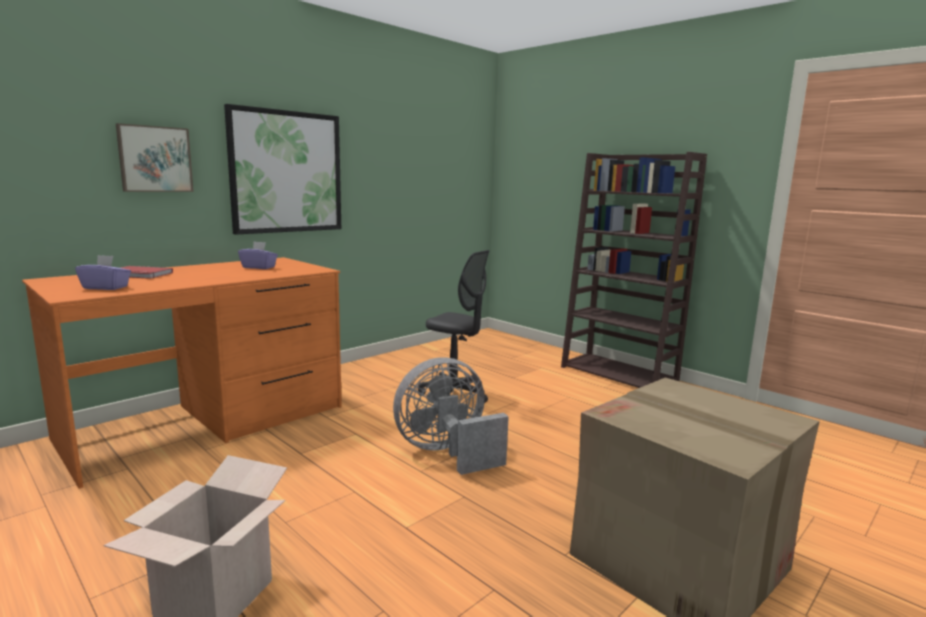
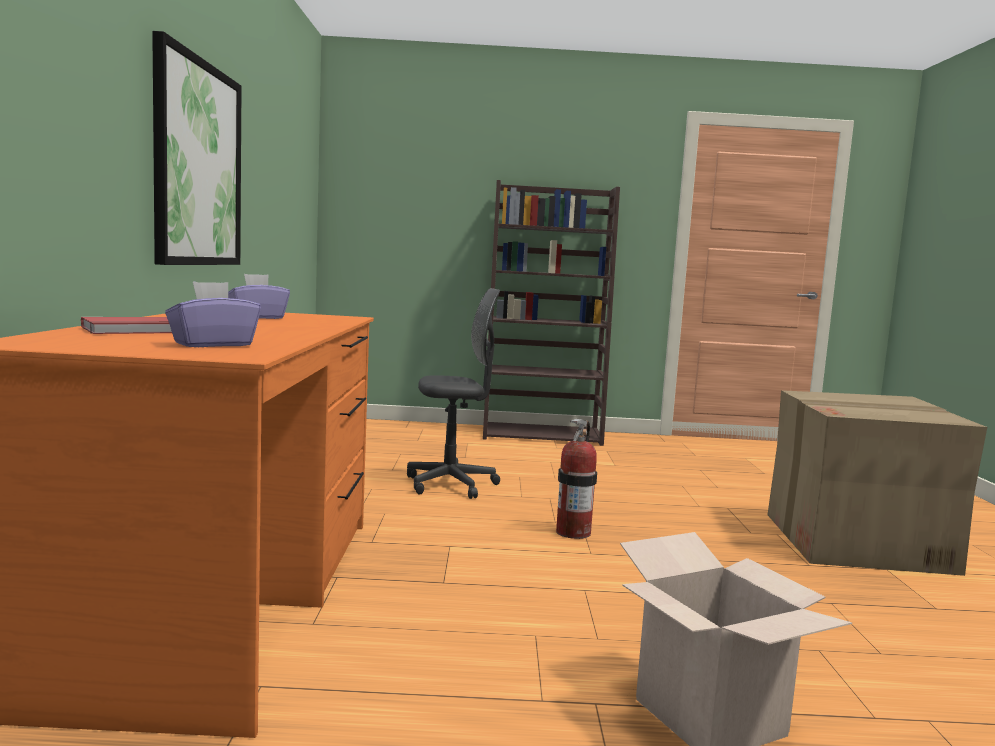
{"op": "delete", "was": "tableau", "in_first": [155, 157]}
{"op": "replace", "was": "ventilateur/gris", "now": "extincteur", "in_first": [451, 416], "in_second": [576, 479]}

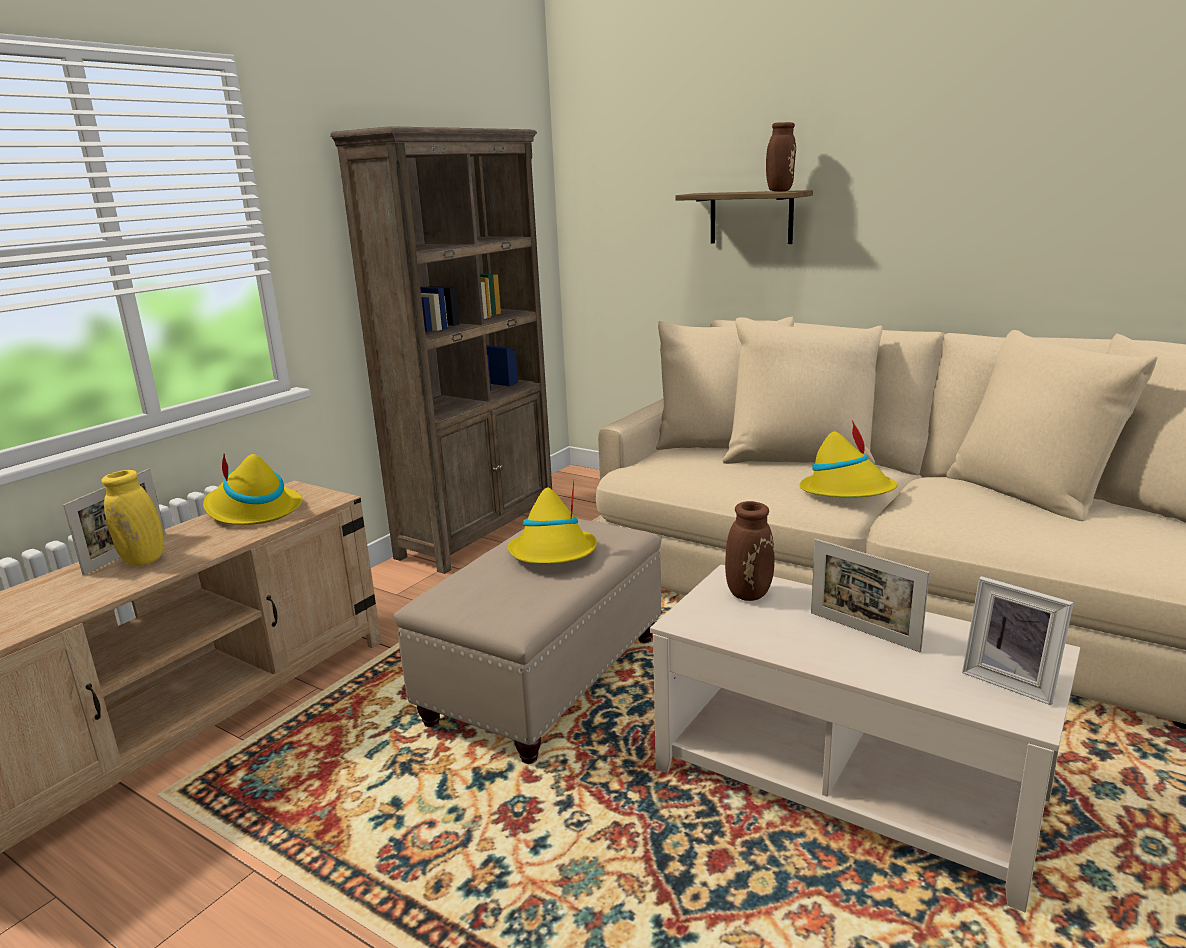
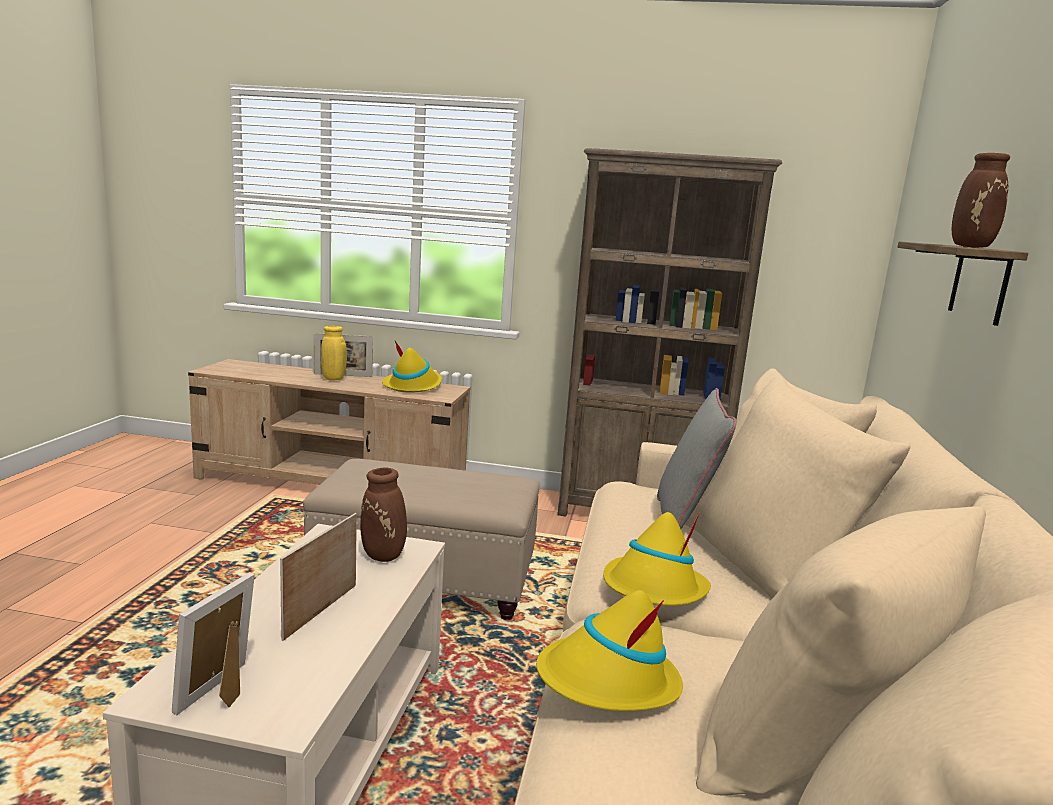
{"op": "move", "was": "chapeau/jaune", "in_first": [552, 522], "in_second": [609, 650]}
{"op": "insert", "now": "coussin/gris", "in_second": [697, 458]}

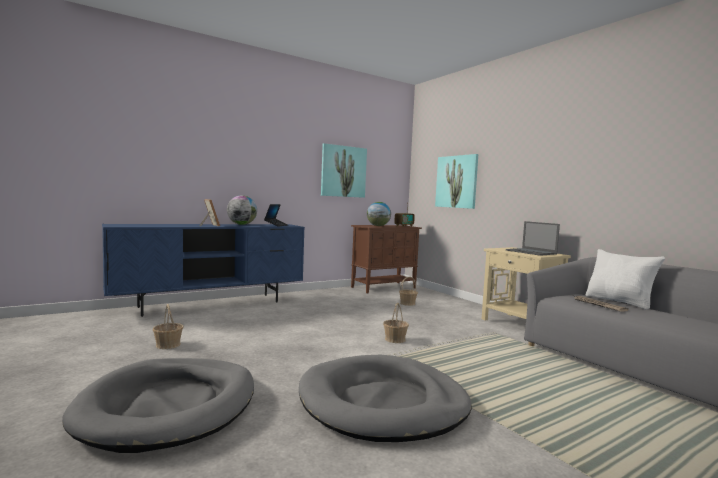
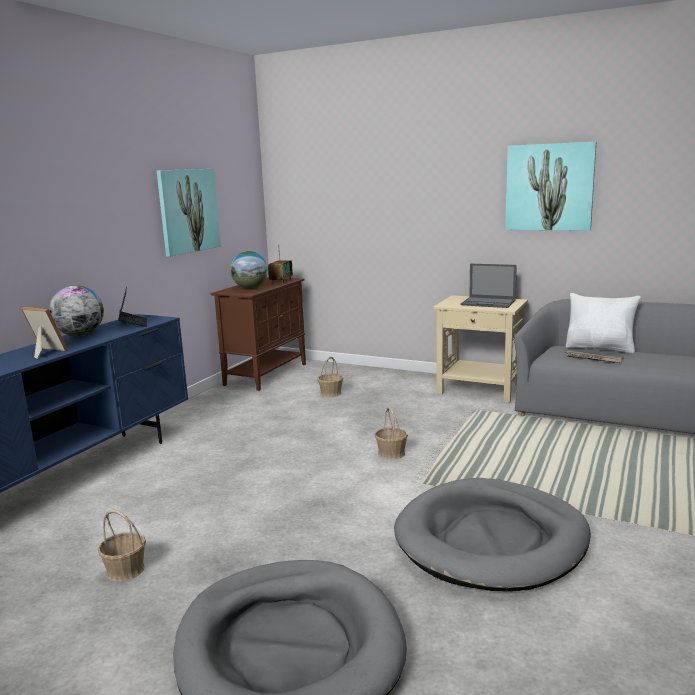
{"op": "move", "was": "tableau", "in_first": [456, 181], "in_second": [550, 186]}

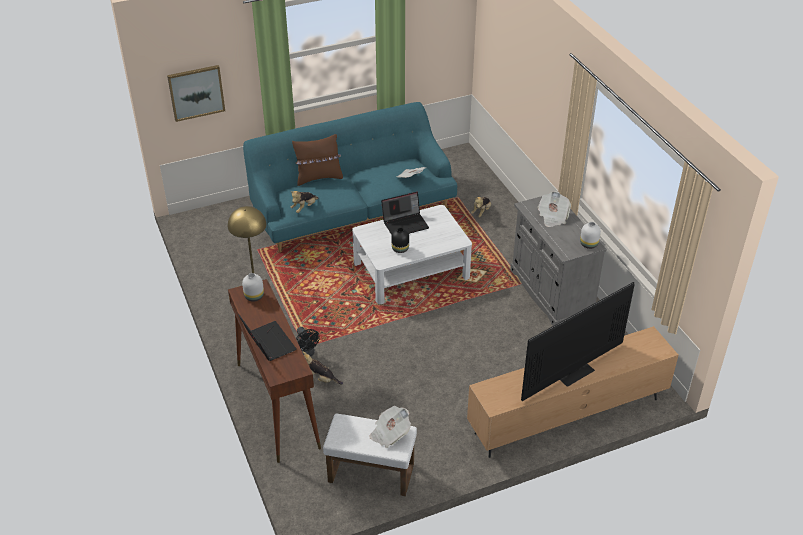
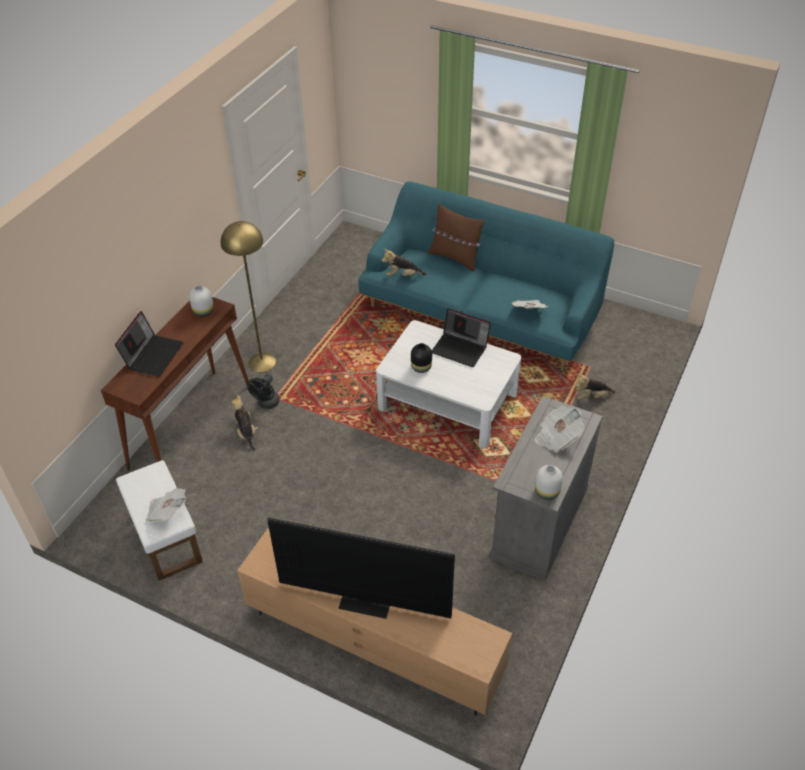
{"op": "delete", "was": "tableau", "in_first": [196, 93]}

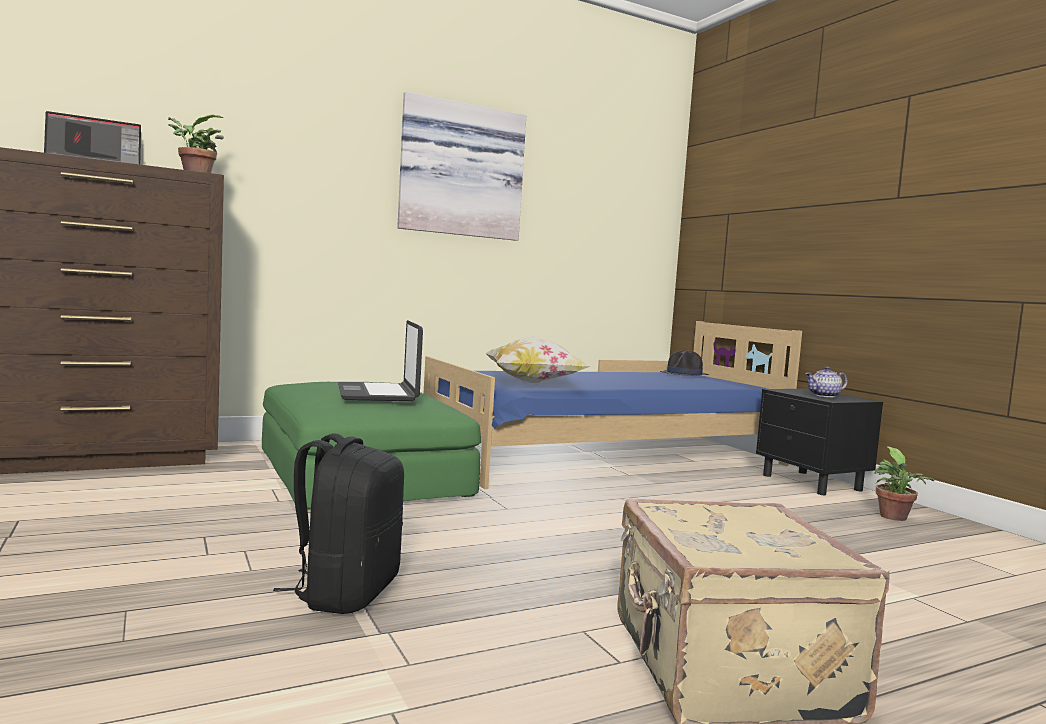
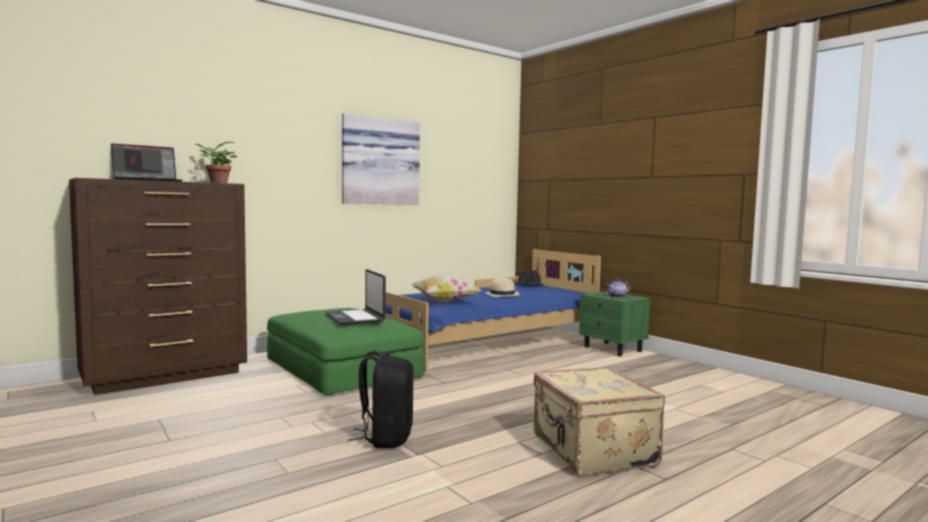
{"op": "recolor", "was": "table de chevet/noir", "now": "table de chevet/vert", "in_first": [819, 442], "in_second": [615, 323]}
{"op": "delete", "was": "plante en pot", "in_first": [904, 483]}
{"op": "insert", "now": "chapeau/beige", "in_second": [502, 287]}

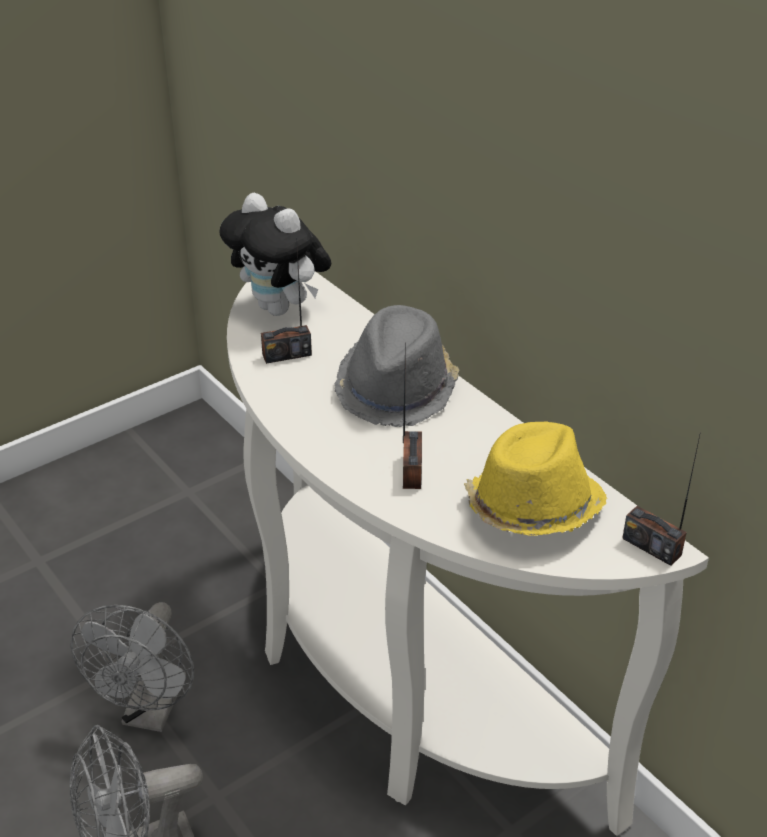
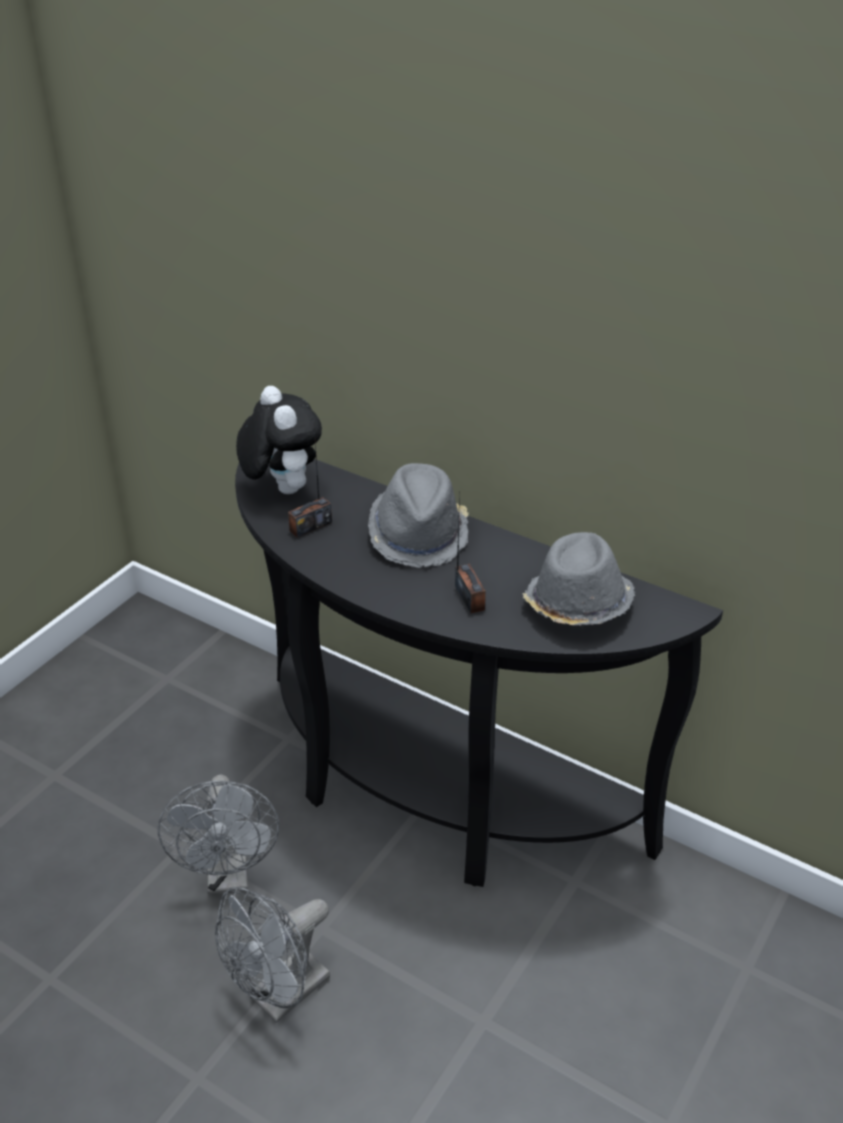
{"op": "rotate", "was": "peluche", "in_first": [275, 254], "in_second": [279, 440], "clockwise": -135}
{"op": "recolor", "was": "table console/blanc", "now": "table console/noir", "in_first": [468, 554], "in_second": [479, 673]}
{"op": "recolor", "was": "chapeau/jaune", "now": "chapeau/gris", "in_first": [535, 479], "in_second": [578, 579]}
{"op": "delete", "was": "radio", "in_first": [661, 499]}

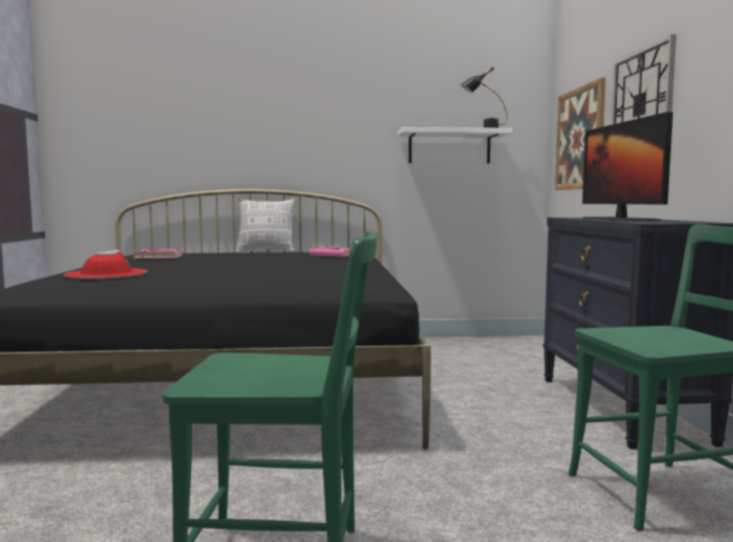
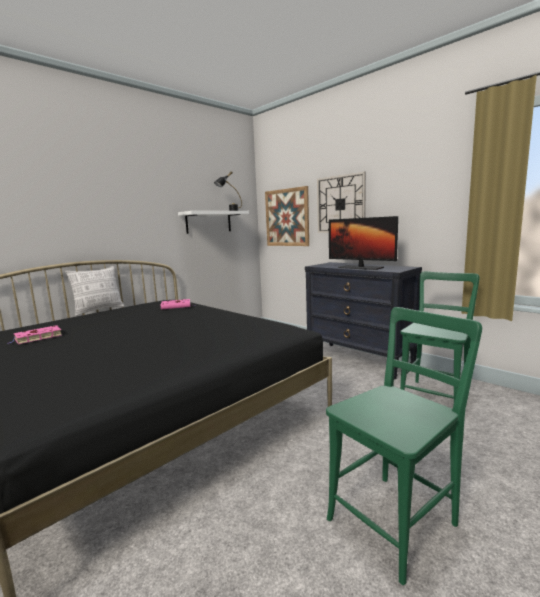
{"op": "delete", "was": "chapeau/rouge", "in_first": [106, 264]}

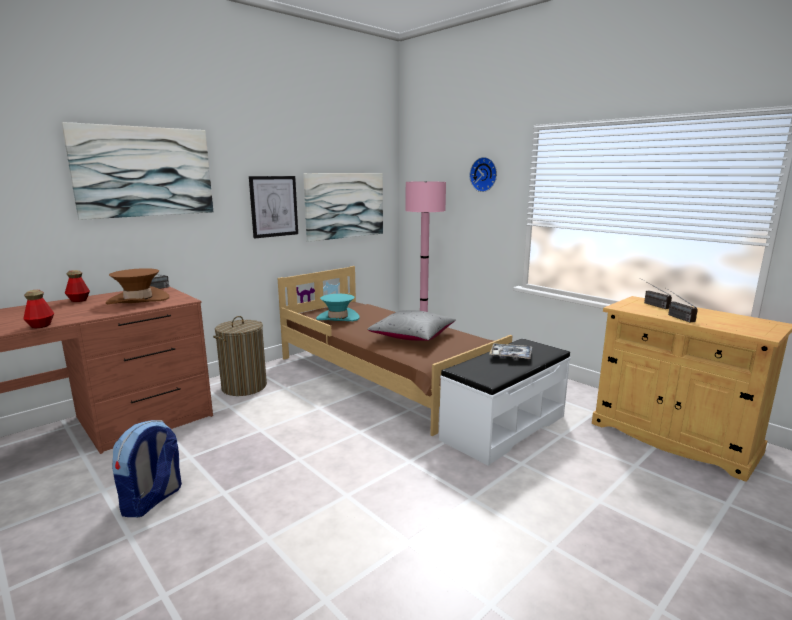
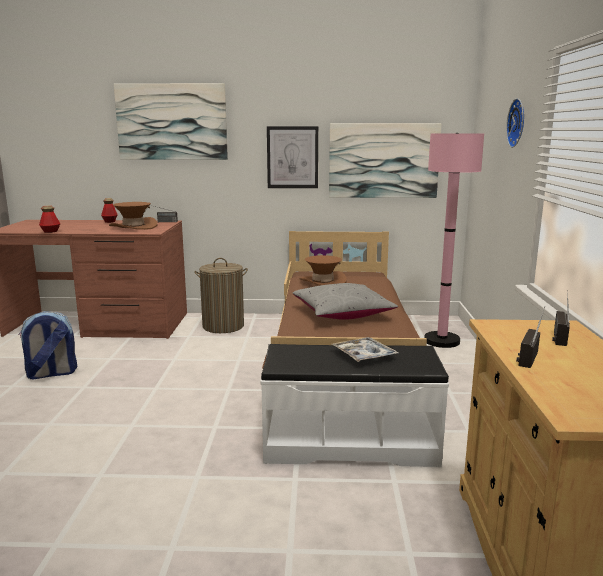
{"op": "recolor", "was": "chapeau/turquoise", "now": "chapeau/marron", "in_first": [338, 307], "in_second": [323, 270]}

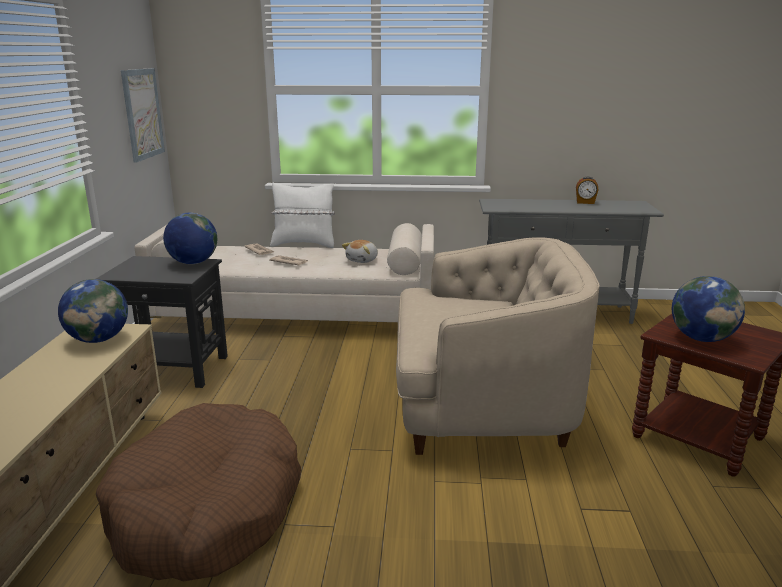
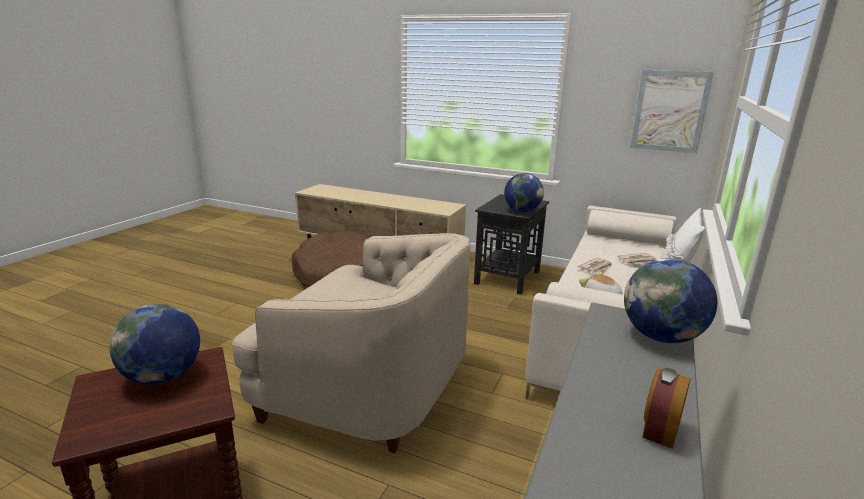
{"op": "move", "was": "globe", "in_first": [93, 311], "in_second": [670, 300]}
{"op": "rotate", "was": "fauteuil/beige", "in_first": [498, 346], "in_second": [351, 343], "clockwise": -90}

